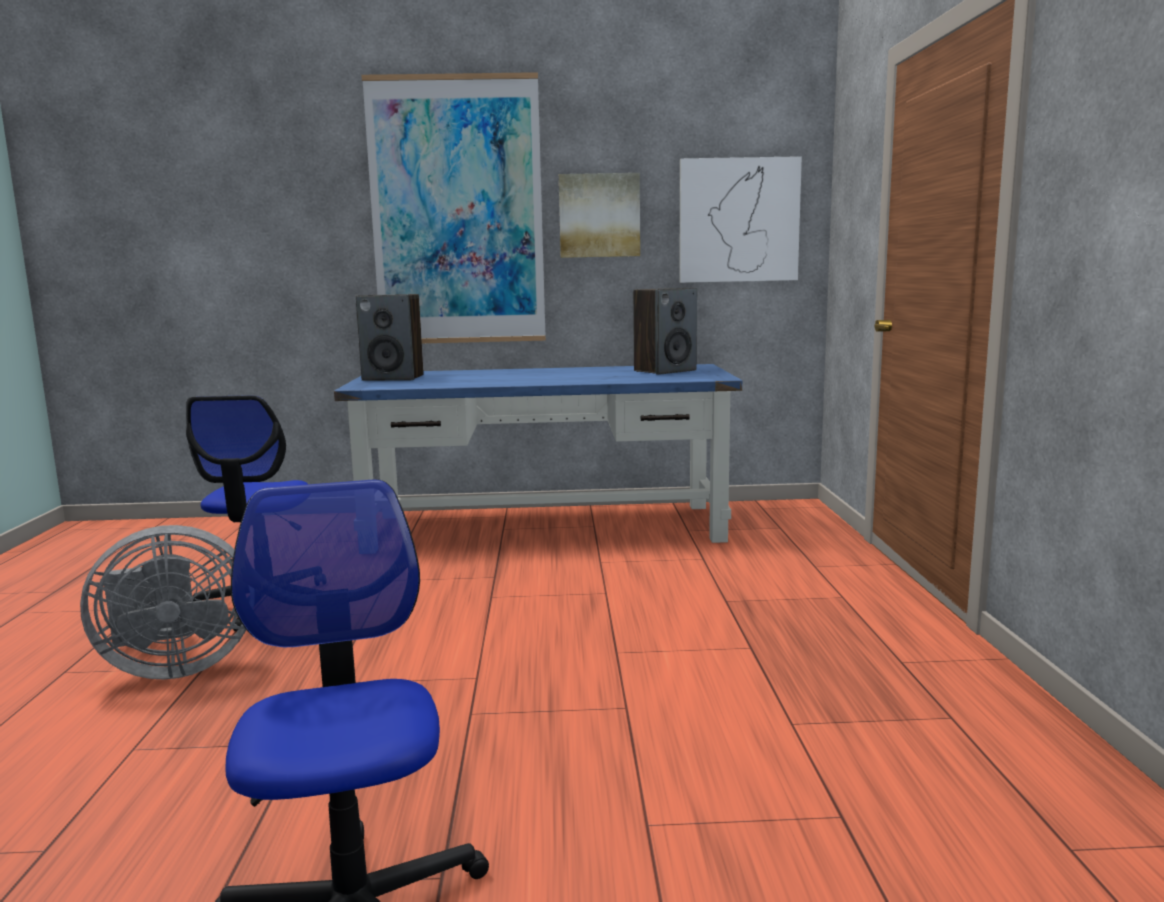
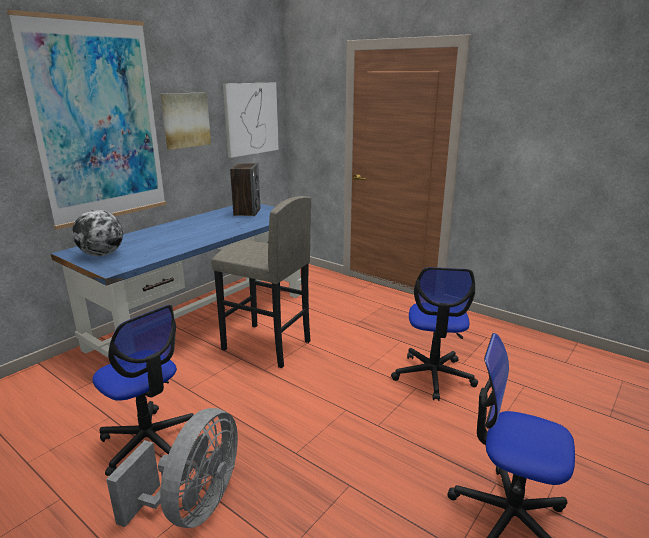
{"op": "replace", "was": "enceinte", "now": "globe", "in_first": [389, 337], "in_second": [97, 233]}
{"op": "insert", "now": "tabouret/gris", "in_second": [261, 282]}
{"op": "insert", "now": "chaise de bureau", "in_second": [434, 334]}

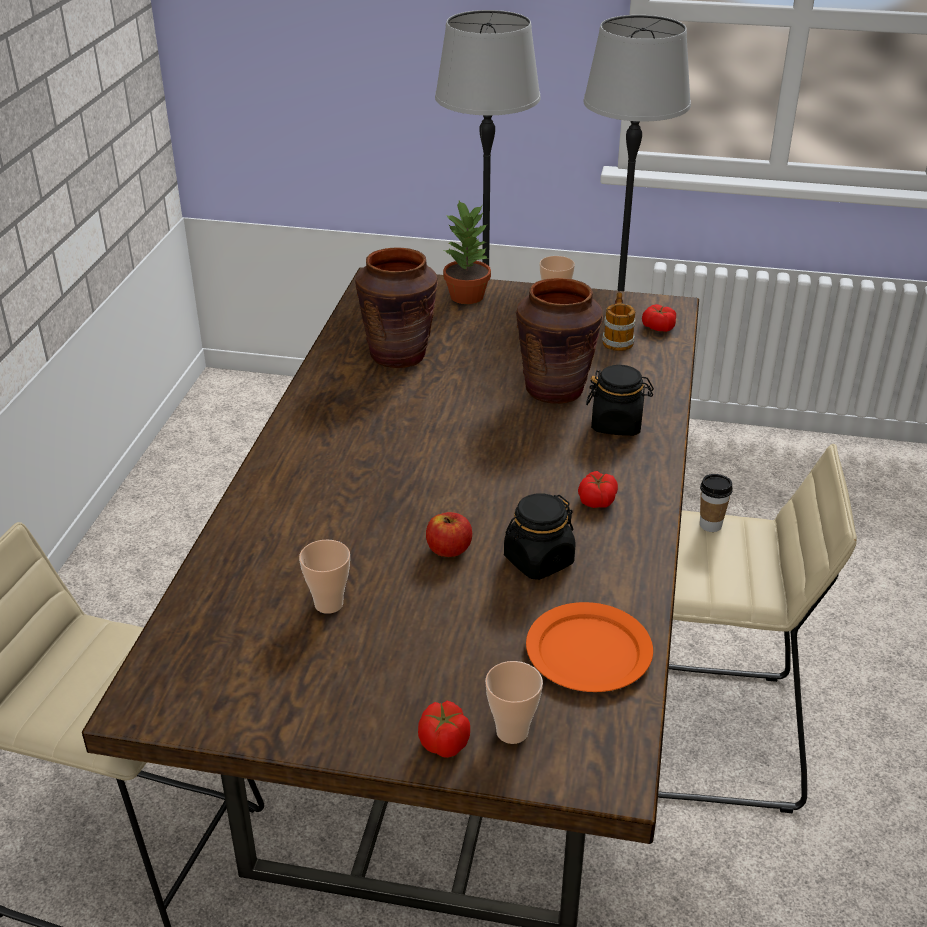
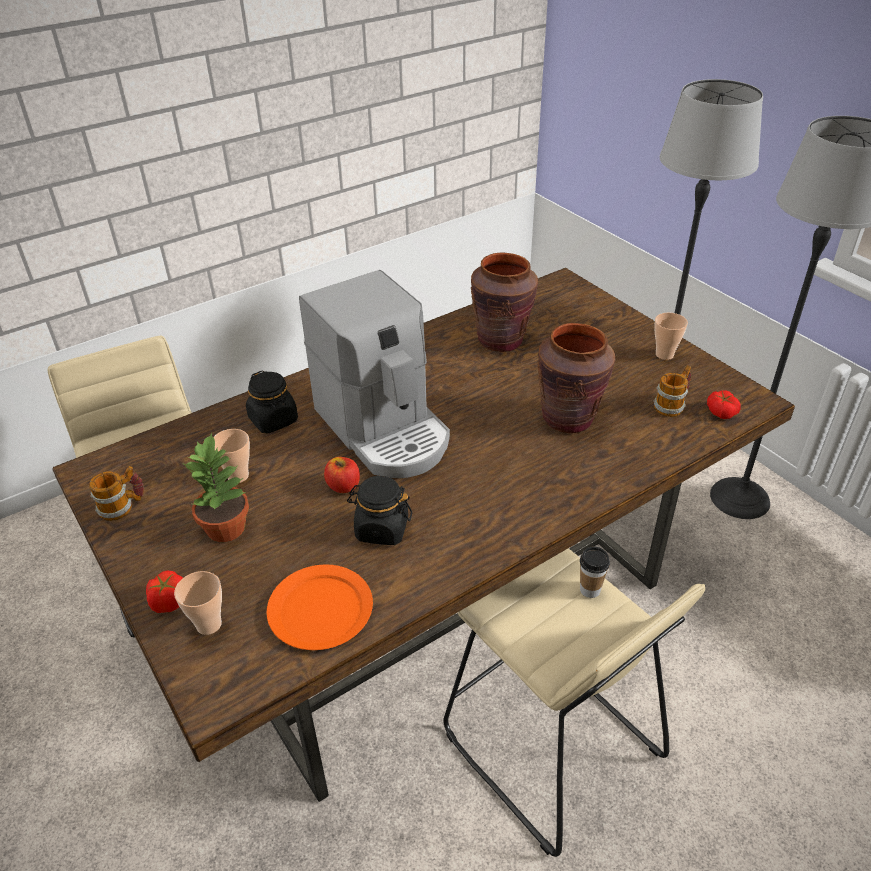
{"op": "move", "was": "plante en pot", "in_first": [467, 252], "in_second": [215, 487]}
{"op": "delete", "was": "tomate", "in_first": [598, 489]}
{"op": "move", "was": "bocal/noir", "in_first": [620, 400], "in_second": [272, 402]}
{"op": "insert", "now": "mug", "in_second": [116, 493]}
{"op": "insert", "now": "machine à café", "in_second": [374, 374]}

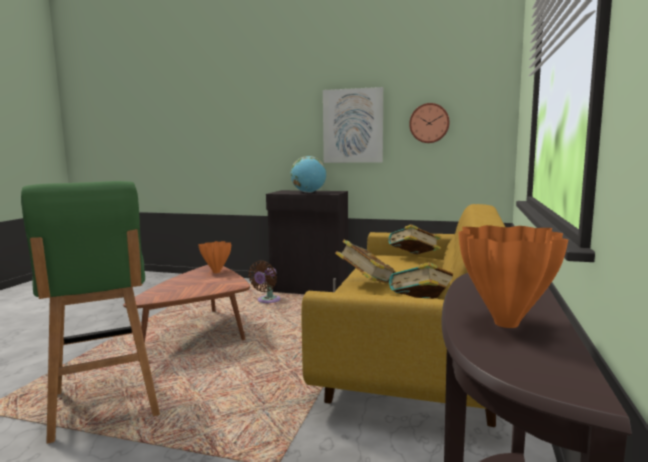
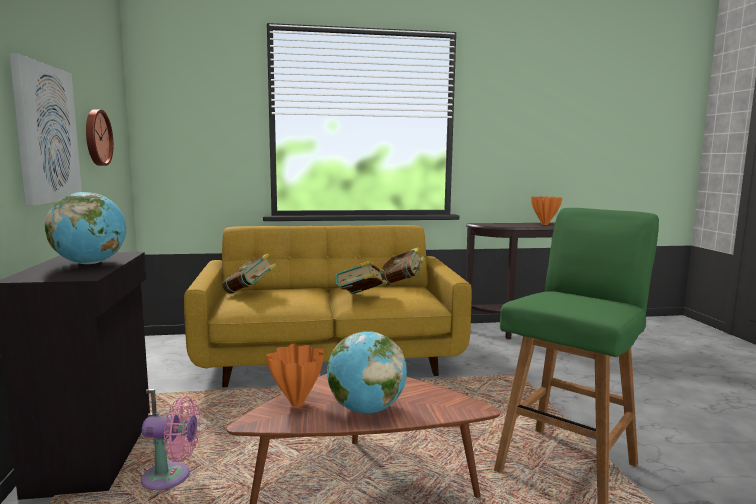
{"op": "recolor", "was": "ventilateur/marron", "now": "ventilateur/rose", "in_first": [264, 282], "in_second": [171, 443]}
{"op": "insert", "now": "globe", "in_second": [367, 372]}

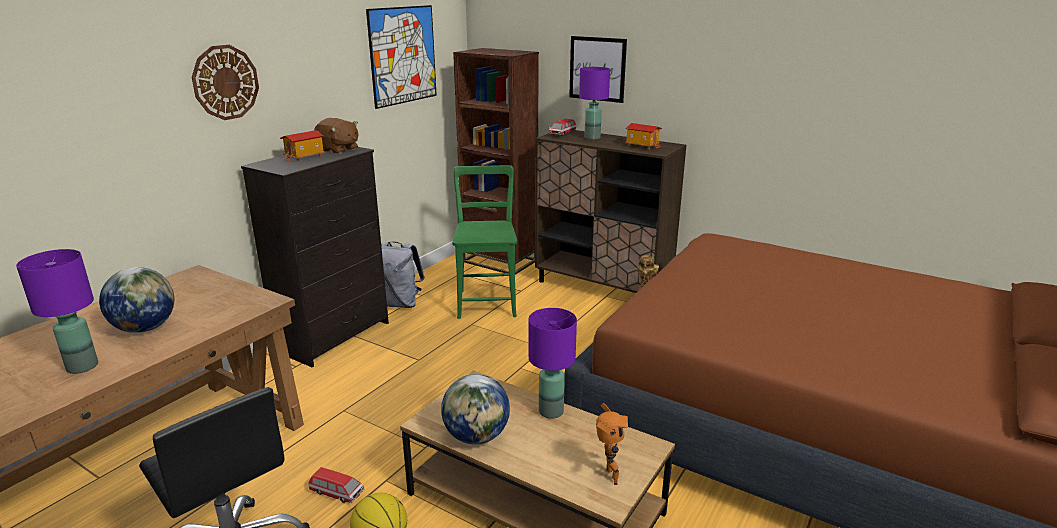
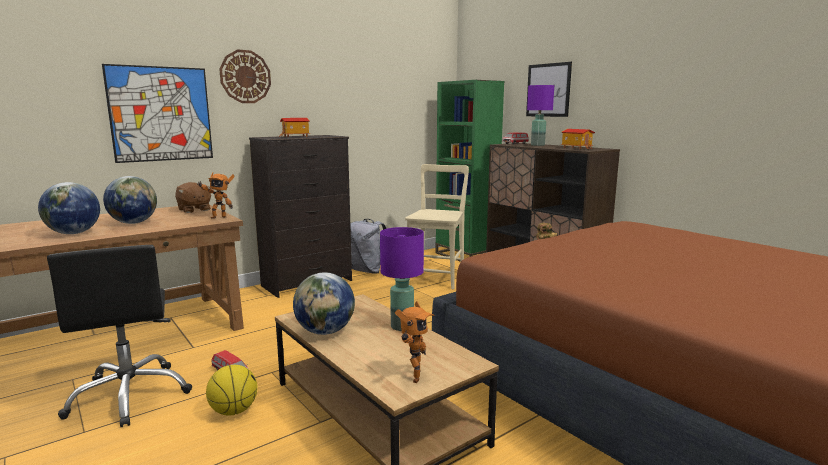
{"op": "replace", "was": "lampe de table/violet", "now": "globe", "in_first": [57, 311], "in_second": [69, 208]}
{"op": "move", "was": "peluche/marron", "in_first": [336, 136], "in_second": [193, 197]}
{"op": "move", "was": "tableau", "in_first": [401, 57], "in_second": [157, 113]}
{"op": "recolor", "was": "chaise/vert", "now": "chaise/beige", "in_first": [484, 242], "in_second": [437, 226]}
{"op": "recolor", "was": "bibliothèque/marron", "now": "bibliothèque/vert", "in_first": [496, 161], "in_second": [470, 170]}
{"op": "insert", "now": "robot jouet", "in_second": [216, 195]}

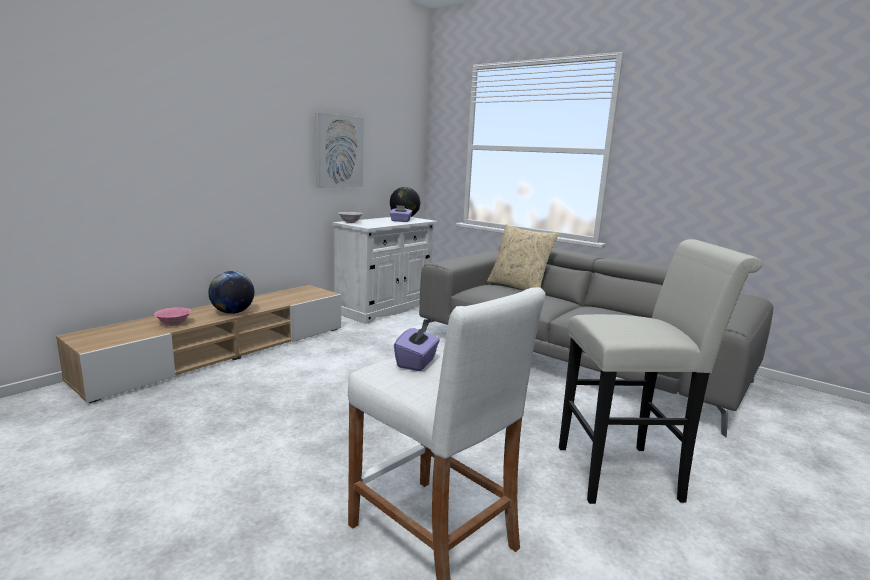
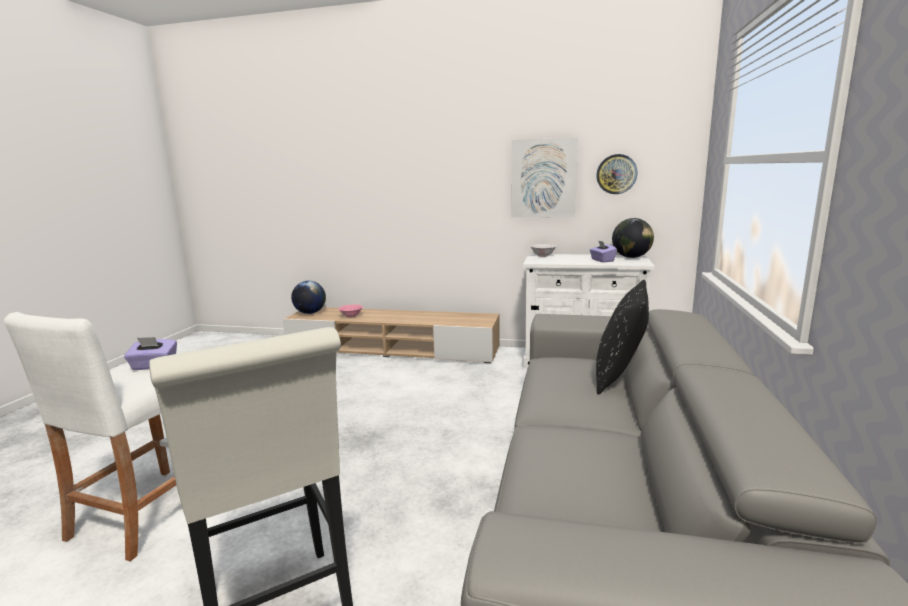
{"op": "move", "was": "globe", "in_first": [231, 292], "in_second": [308, 297]}
{"op": "recolor", "was": "coussin/beige", "now": "coussin/noir", "in_first": [523, 257], "in_second": [622, 337]}
{"op": "insert", "now": "horloge murale", "in_second": [616, 174]}

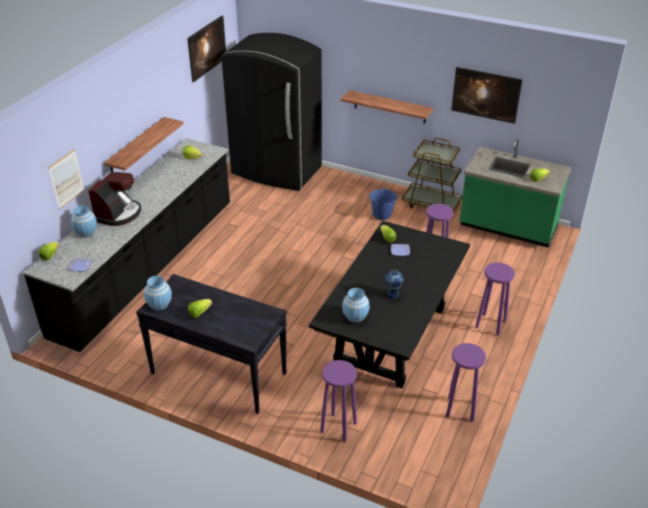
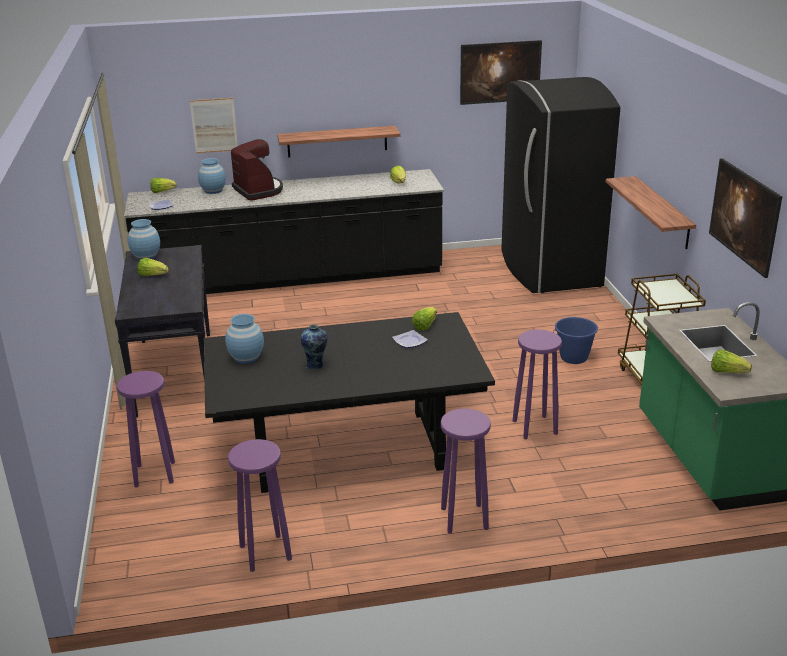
{"op": "rotate", "was": "machine à café", "in_first": [114, 199], "in_second": [257, 170], "clockwise": -105}

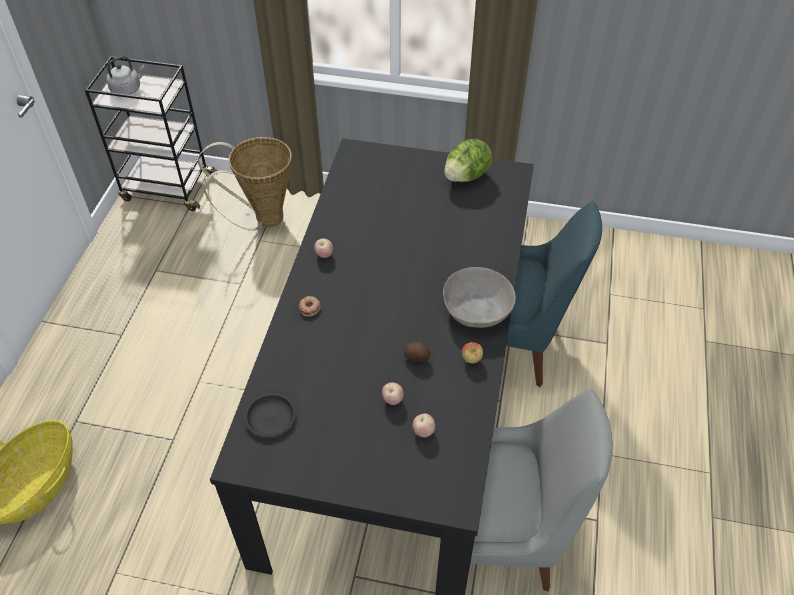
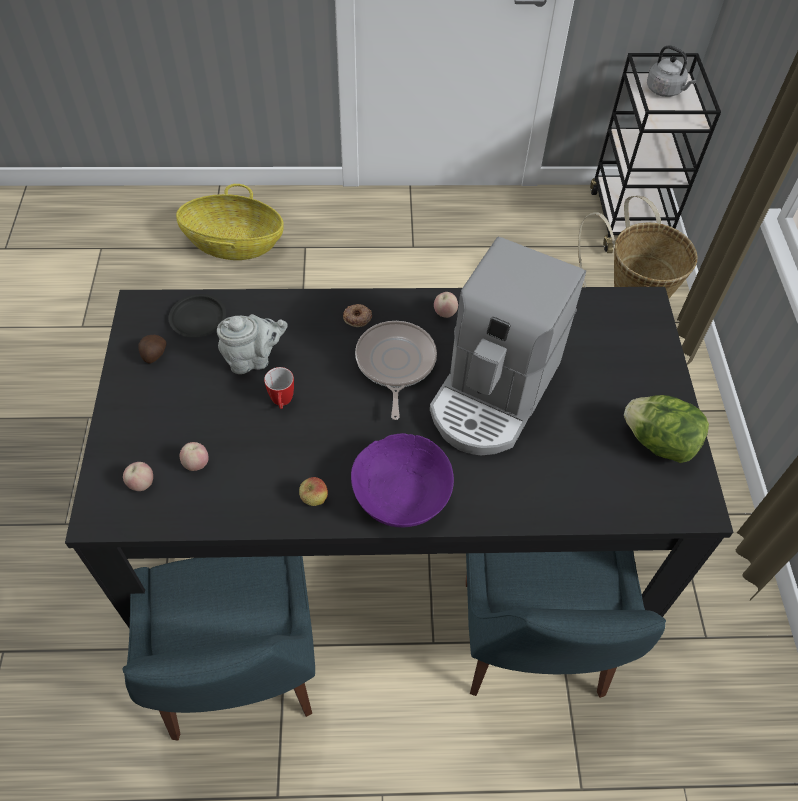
{"op": "move", "was": "pomme", "in_first": [393, 393], "in_second": [138, 476]}
{"op": "move", "was": "pomme de terre", "in_first": [417, 351], "in_second": [152, 349]}
{"op": "recolor", "was": "bol/gris", "now": "bol/violet", "in_first": [479, 297], "in_second": [402, 480]}
{"op": "recolor", "was": "chaise/gris", "now": "chaise/bleu", "in_first": [541, 490], "in_second": [218, 648]}
{"op": "insert", "now": "théière/gris", "in_second": [252, 344]}
{"op": "insert", "now": "mug", "in_second": [279, 388]}
{"op": "insert", "now": "poêle", "in_second": [396, 370]}
{"op": "insert", "now": "machine à café", "in_second": [508, 346]}

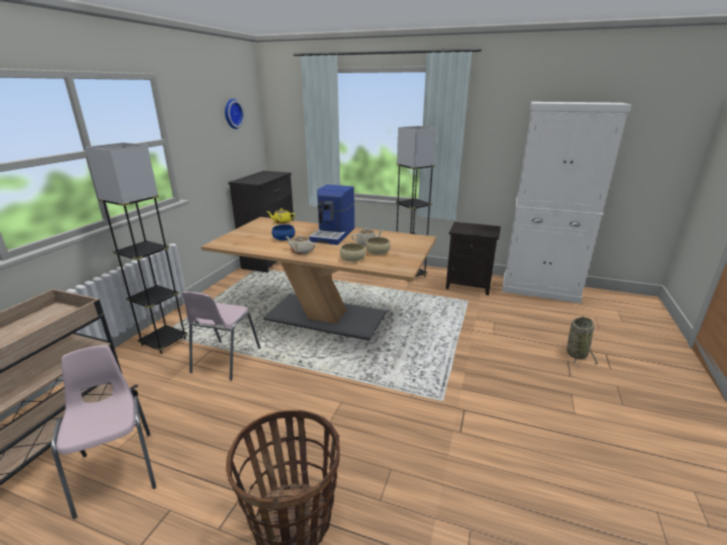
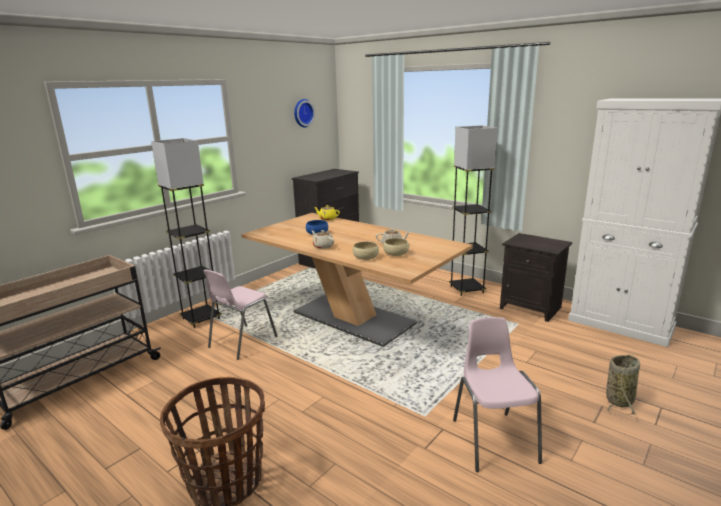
{"op": "move", "was": "chaise/rose", "in_first": [103, 432], "in_second": [497, 394]}
{"op": "delete", "was": "machine à café", "in_first": [332, 214]}

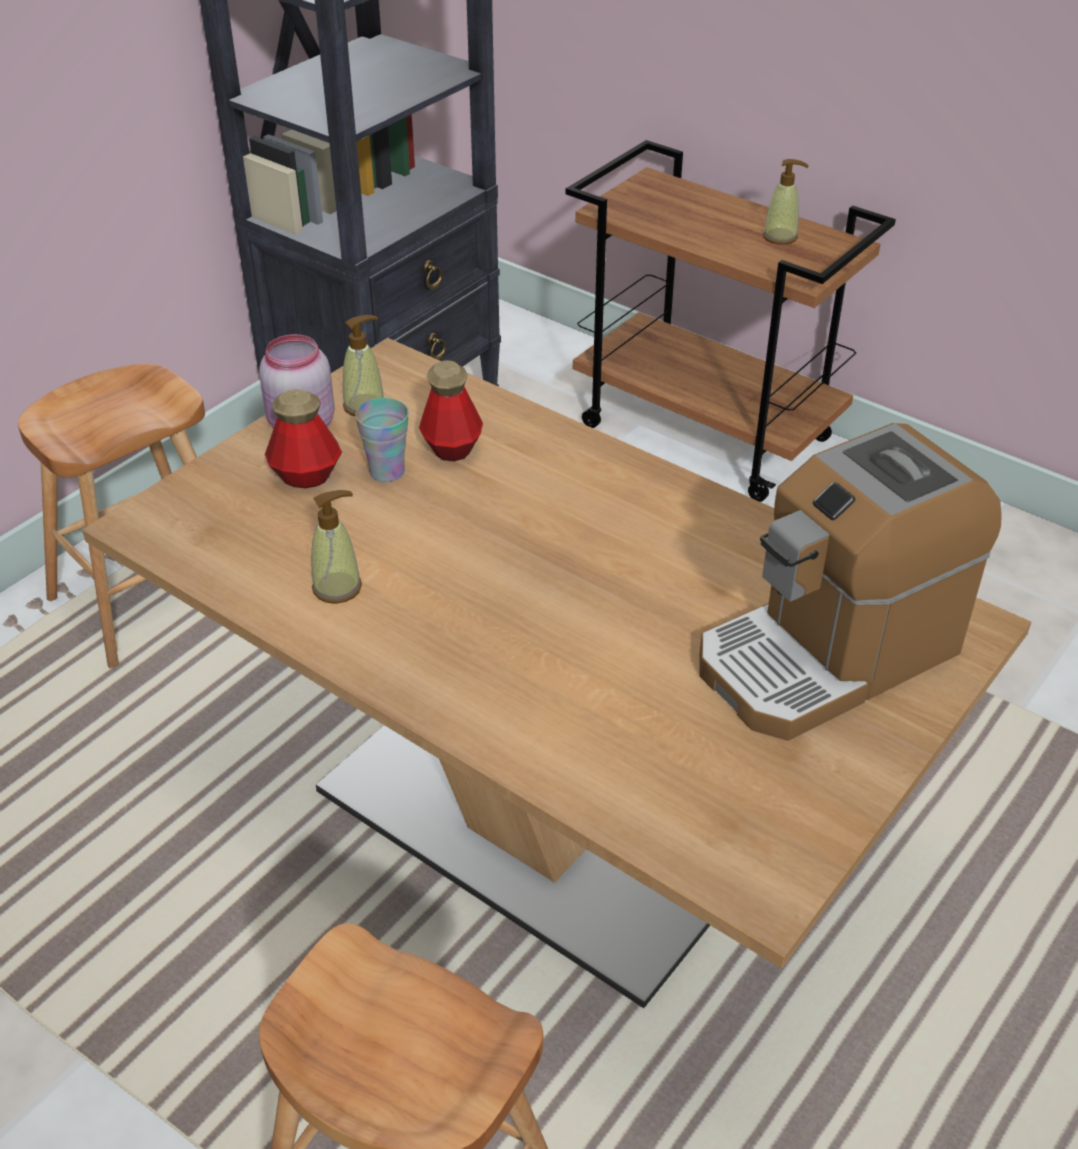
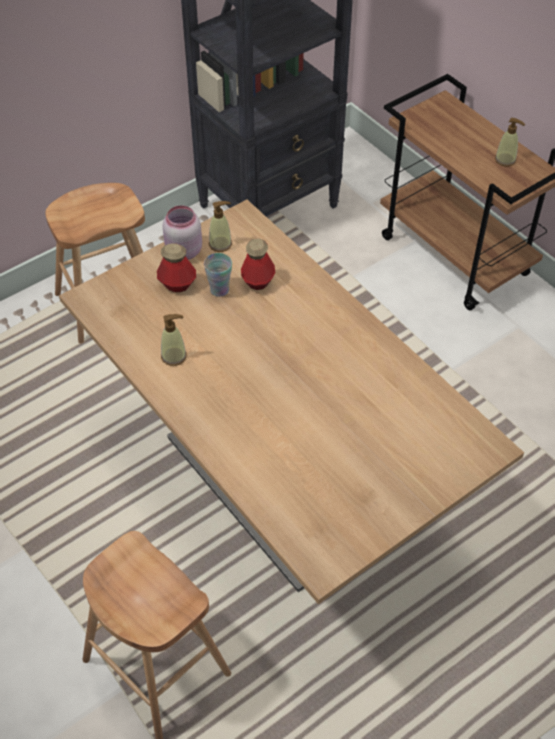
{"op": "delete", "was": "machine à café", "in_first": [850, 582]}

